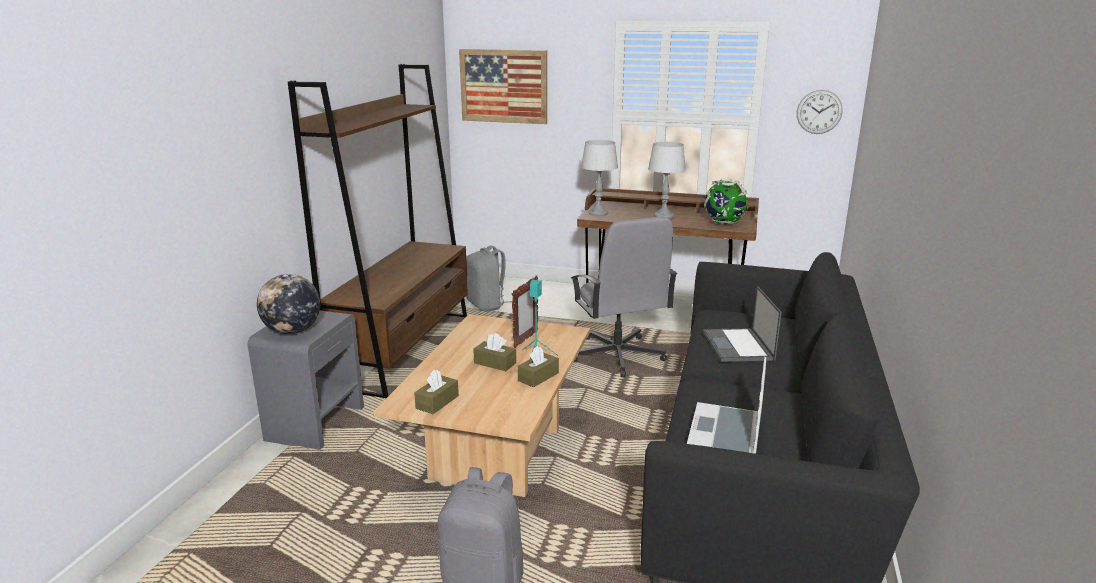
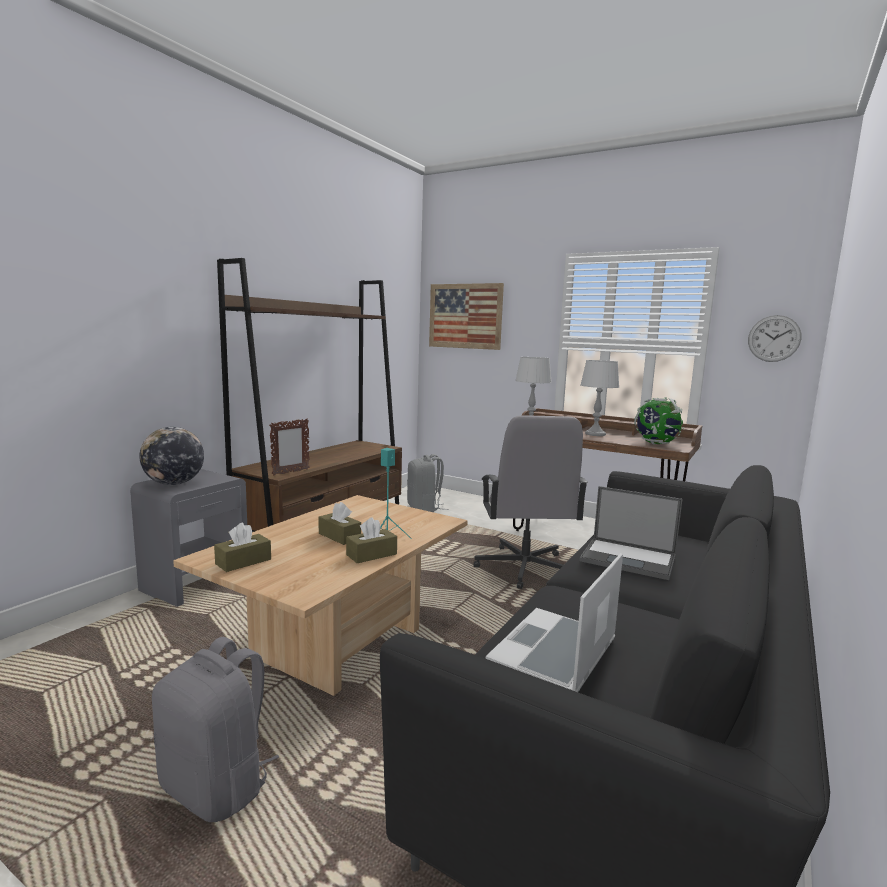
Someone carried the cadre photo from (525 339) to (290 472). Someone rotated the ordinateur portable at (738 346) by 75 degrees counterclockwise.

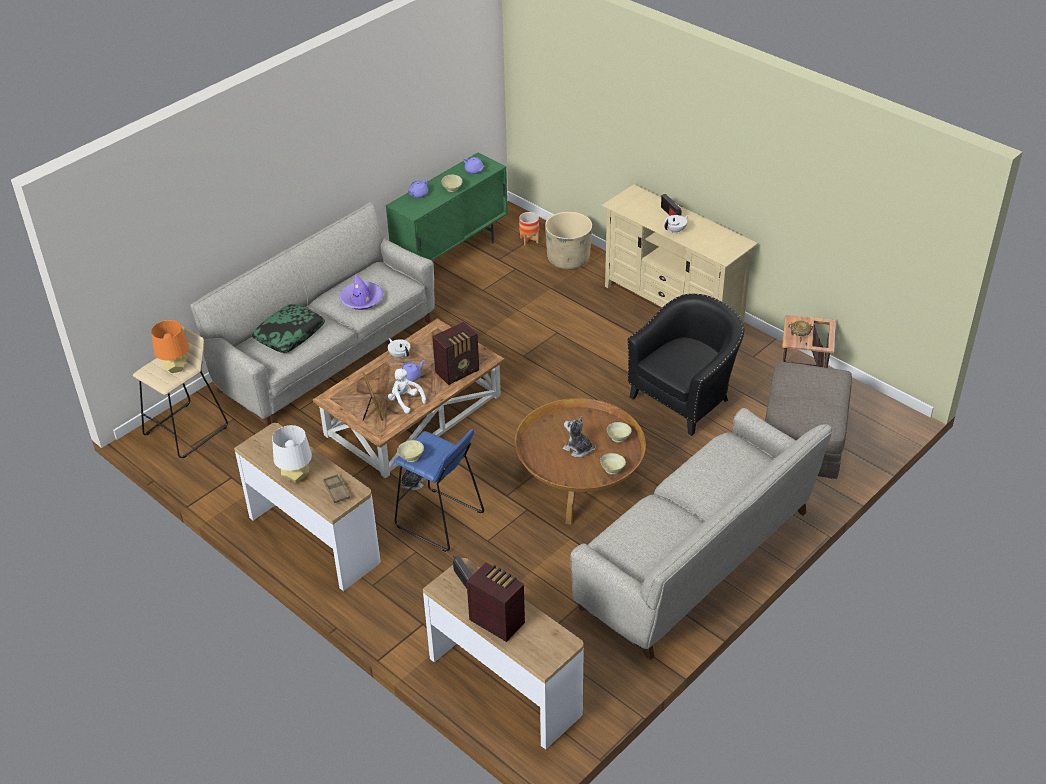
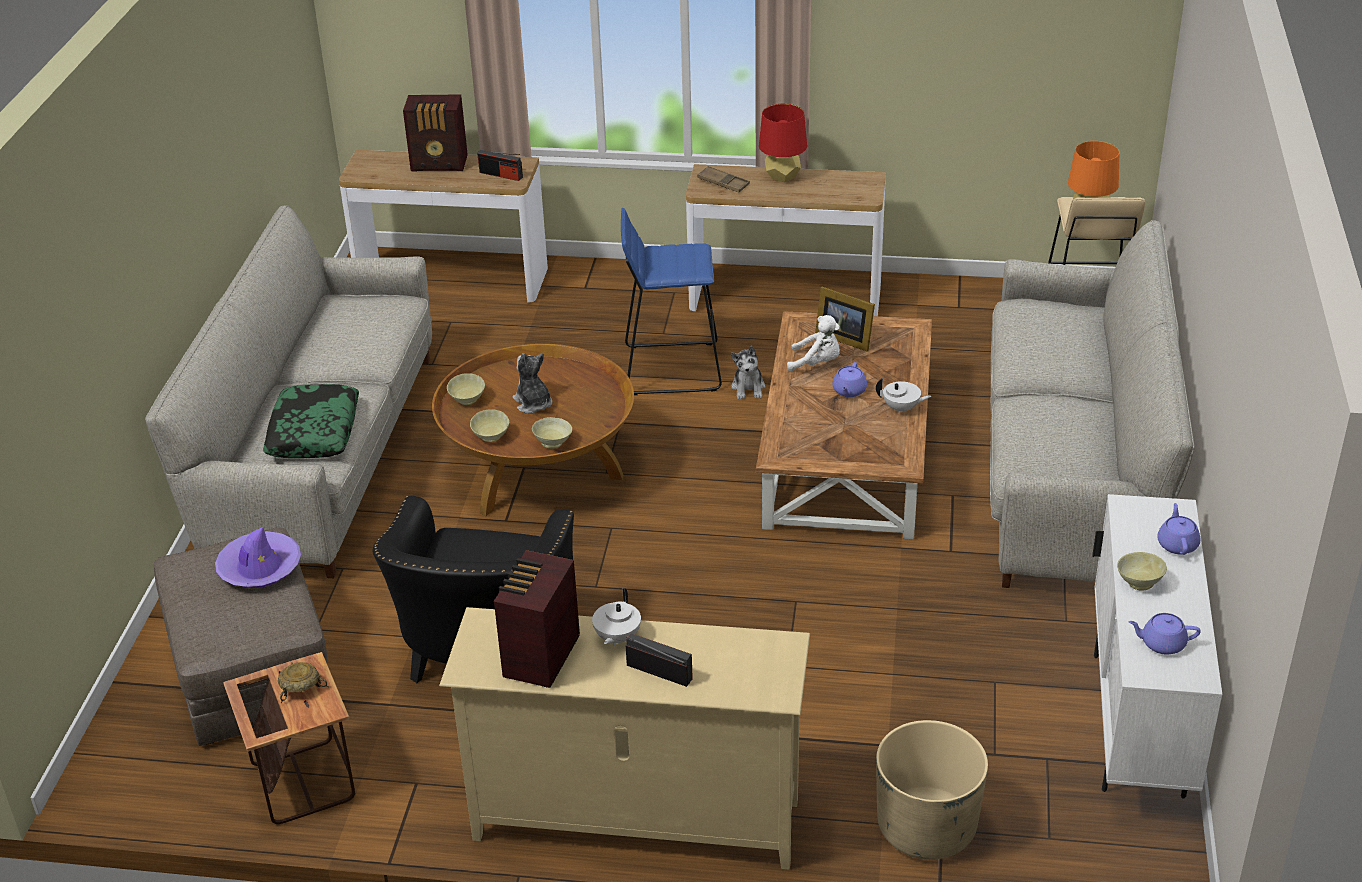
Someone carried the coussin from (289 334) to (313 432). Someone repainted the lampe de table [blanc] at (296 476), which became the lampe de table [rouge] at (782 177). Someone carried the chapeau [violet] from (362 300) to (259 568). Someone repainted the meuble de rangement [vert] at (451 254), which became the meuble de rangement [blanc] at (1137 724). Someone carried the bol [beige] from (411 457) to (553 443). Someone carried the radio from (458 371) to (539 657). Someone took away the cache-pot at (529 240). Someone rotated the peluche at (578 449) by 120 degrees counterclockwise.

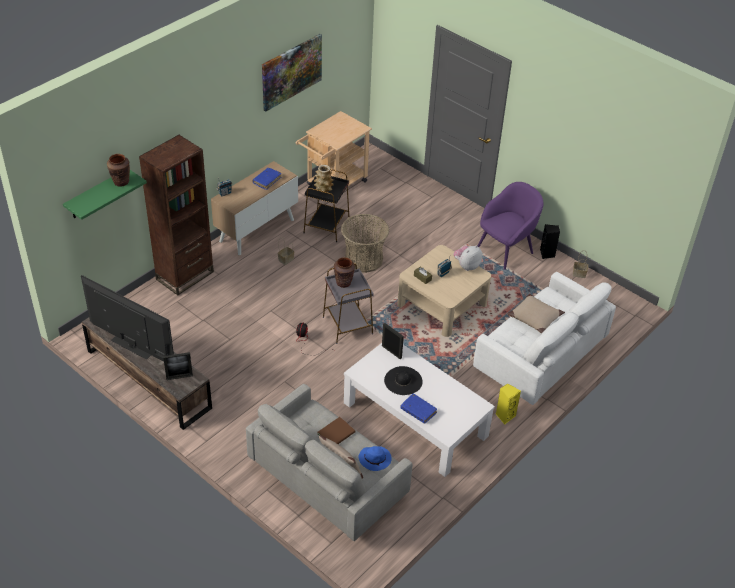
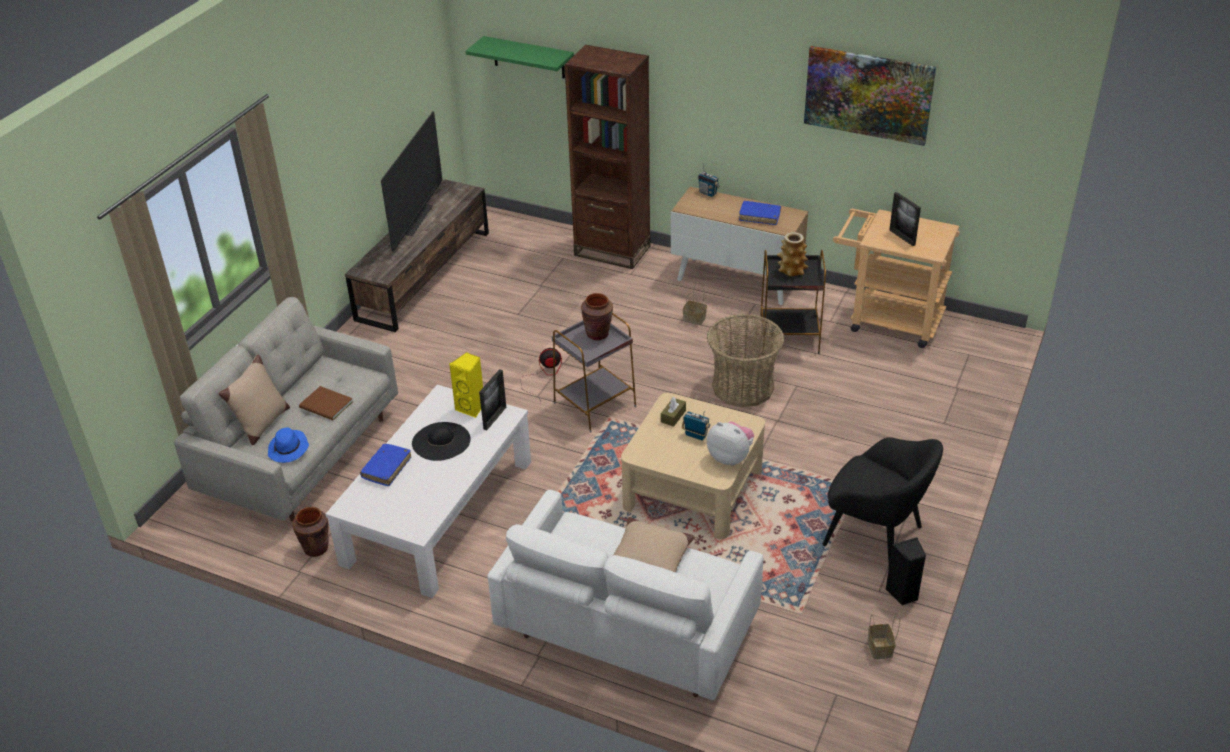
Someone carried the vase [marron] from (121 182) to (316 548). Someone carried the cadre photo from (179 377) to (902 237). Someone repainted the fauteuil [violet] at (505 250), which became the fauteuil [noir] at (875 537). Someone carried the enceinte [jaune] from (505 416) to (472 408).

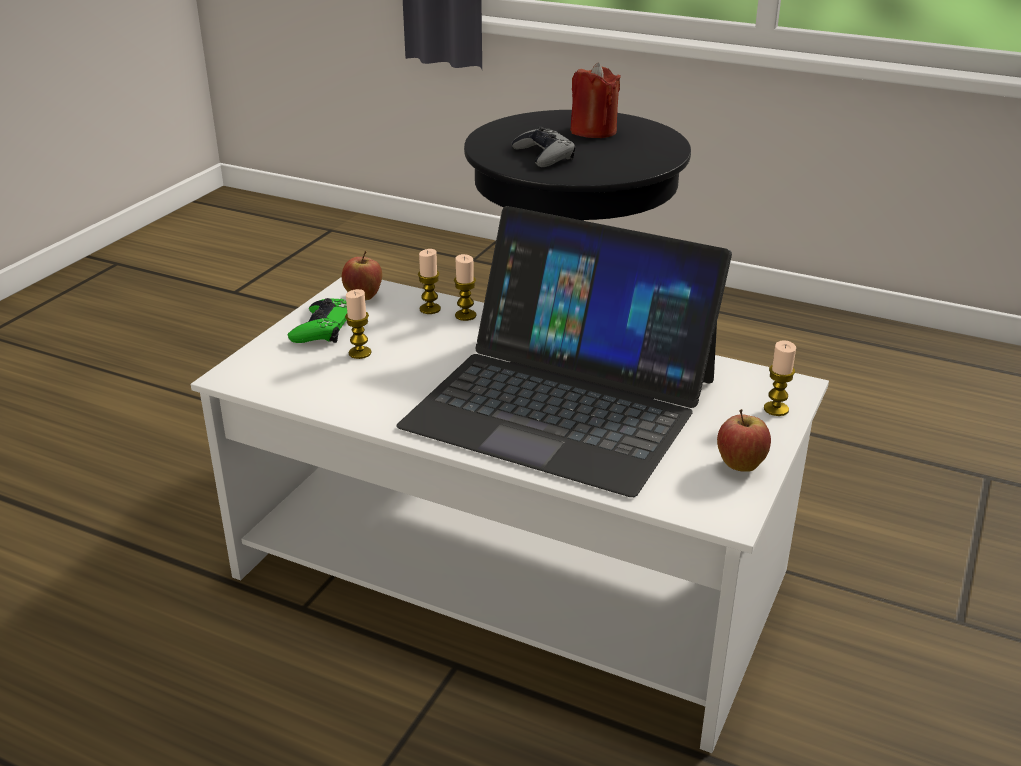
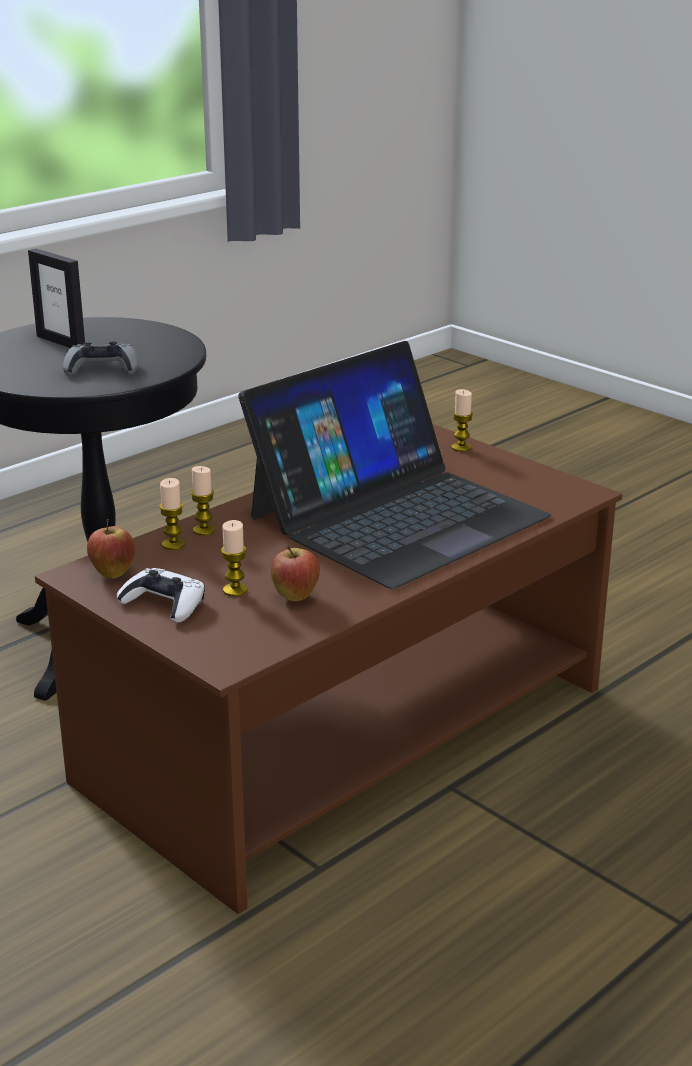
Someone repainted the table basse [blanc] at (513 575), which became the table basse [marron] at (348 732). Someone repainted the manette [vert] at (323 329), which became the manette [blanc] at (164 603). Someone swapped the bougie [rouge] at (593 131) for the cadre photo at (61 342). Someone carried the pomme from (740 466) to (295 597).

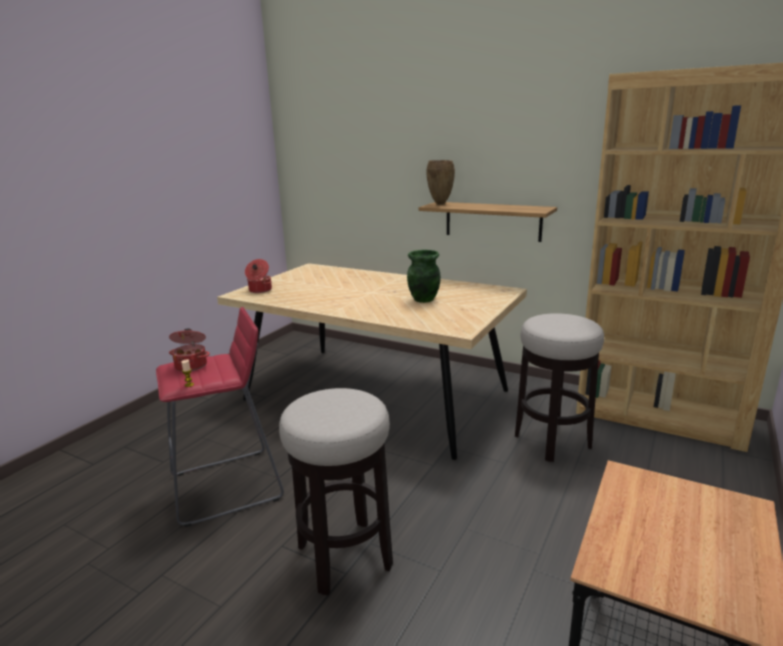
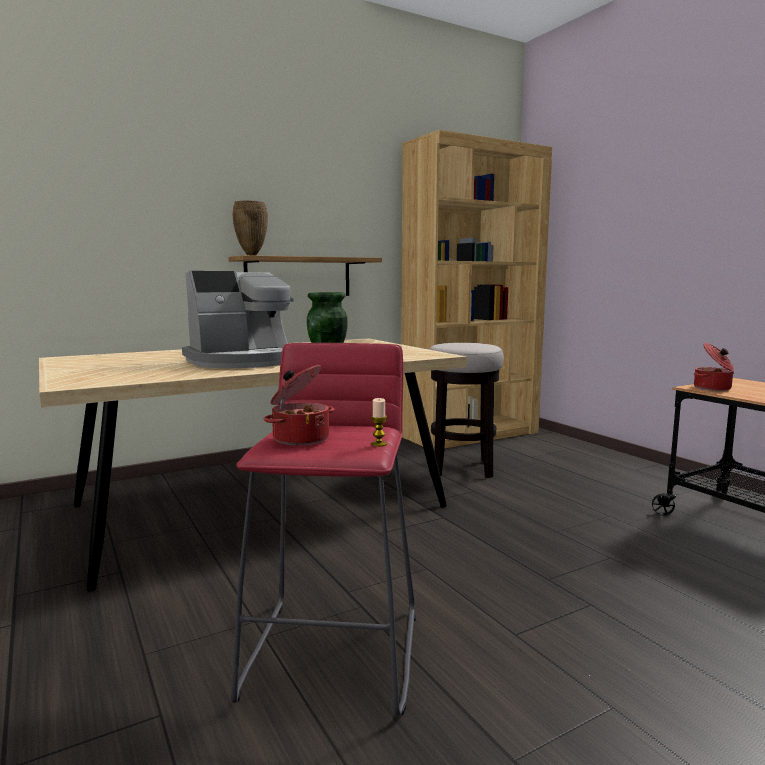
Someone carried the marmite from (259 290) to (713 388). Someone took away the tabouret at (345 556). Someone put down the machine à café at (243 361).

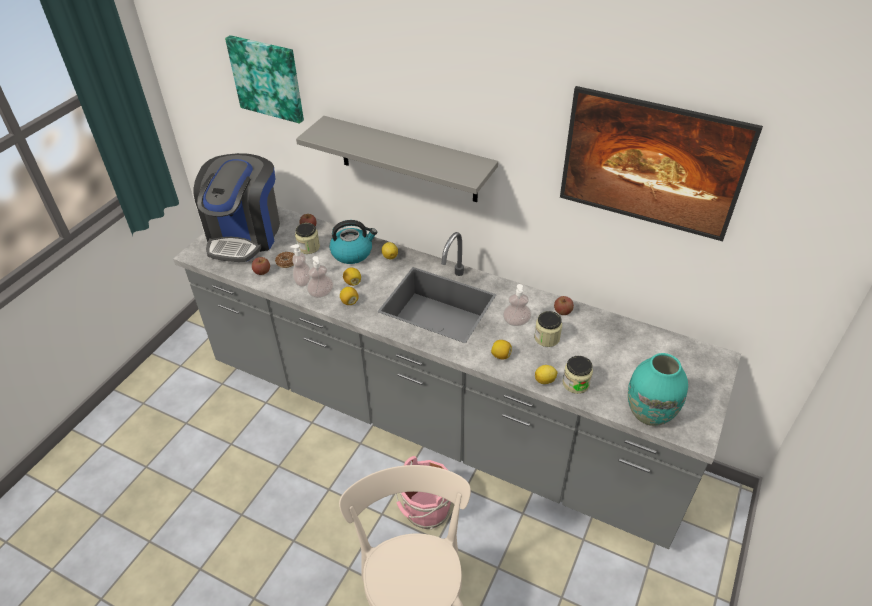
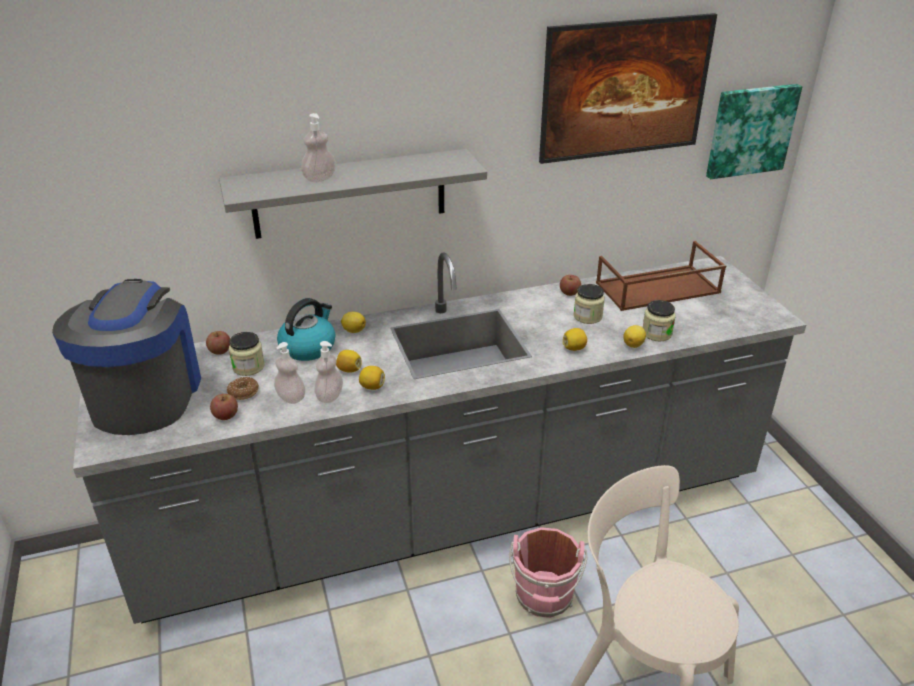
Someone rotated the machine à café at (245 235) by 150 degrees counterclockwise. Someone carried the tableau from (267 78) to (750 130). Someone carried the distributeur de savon from (516 321) to (319 179). Someone took away the vase [turquoise] at (648 413). Someone put down the plateau [marron] at (657 289).

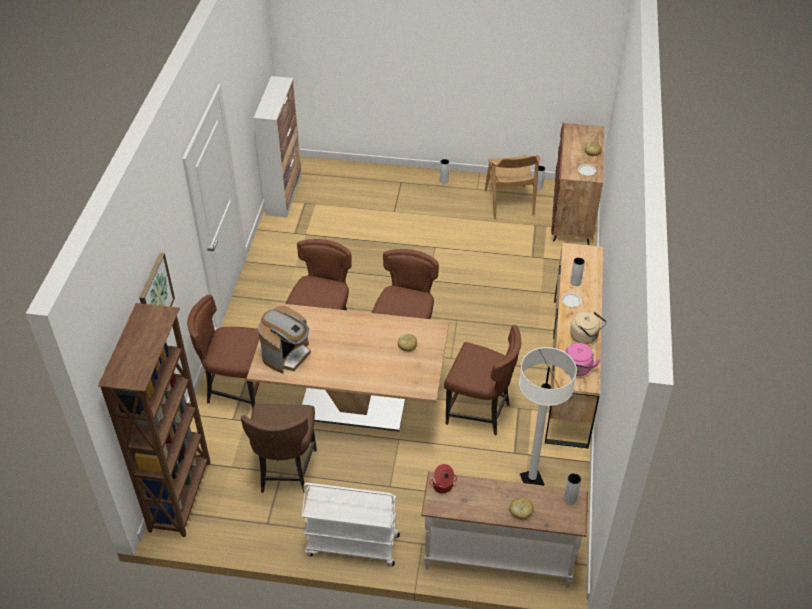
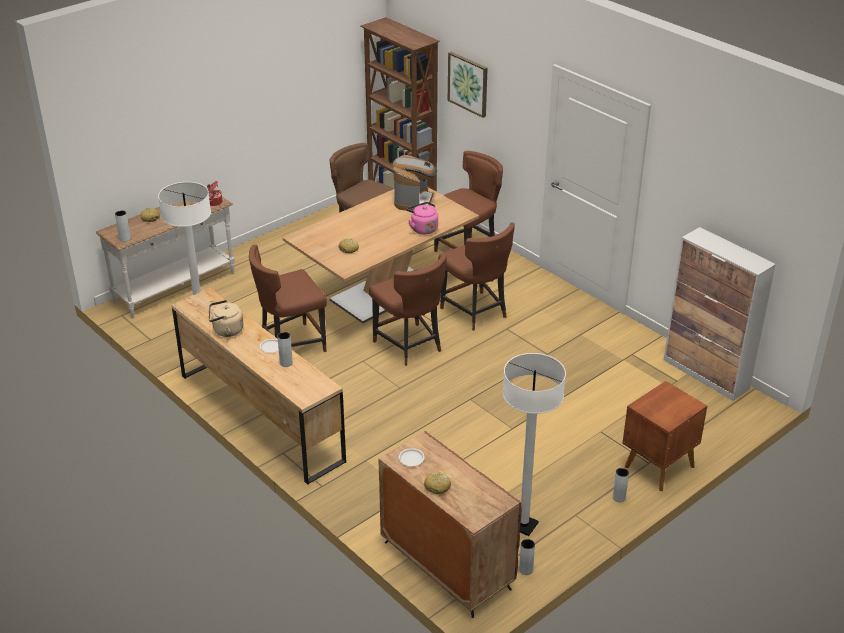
Someone rotated the machine à café at (287 354) by 150 degrees counterclockwise. Someone took away the chariot [blanc] at (351 545). Someone swapped the chaise [marron] at (509 202) for the lampadaire [blanc] at (524 525). Someone carried the bouilloire [rose] from (577 369) to (423 228). Someone put down the table de chevet [marron] at (658 466).

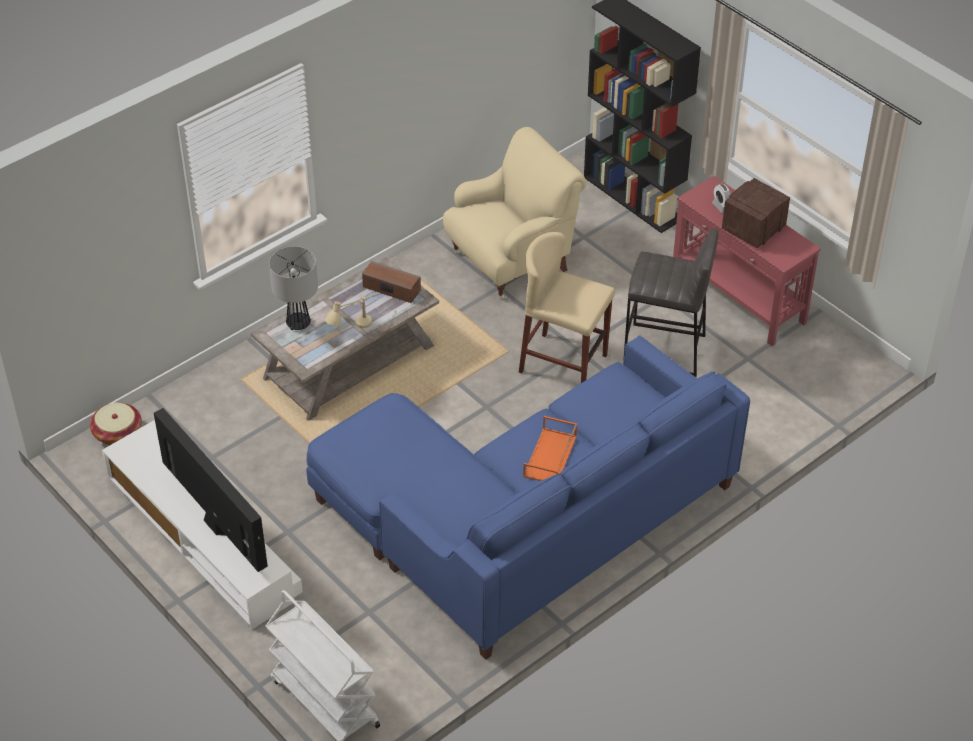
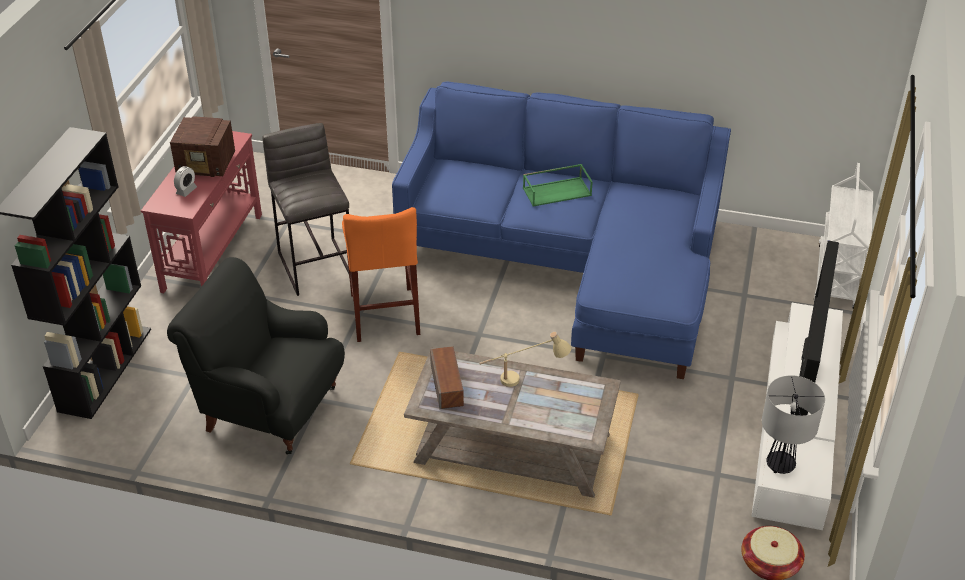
Someone carried the lampe de table from (299 323) to (779 465). Someone repainted the fauteuil [beige] at (512 260), which became the fauteuil [noir] at (269 408). Someone repainted the tabouret [beige] at (563 363), which became the tabouret [orange] at (384 314). Someone repainted the plateau [orange] at (550 457), which became the plateau [vert] at (557 191).

